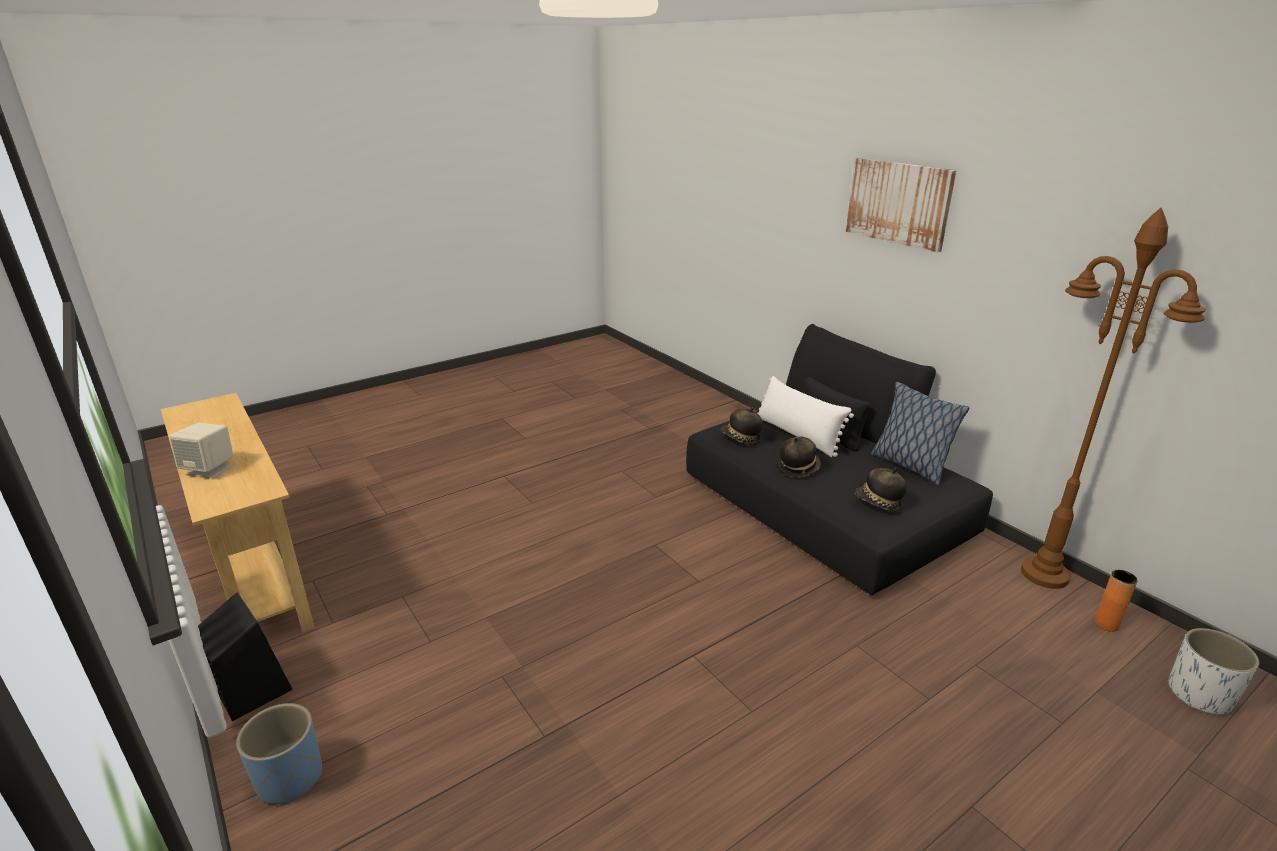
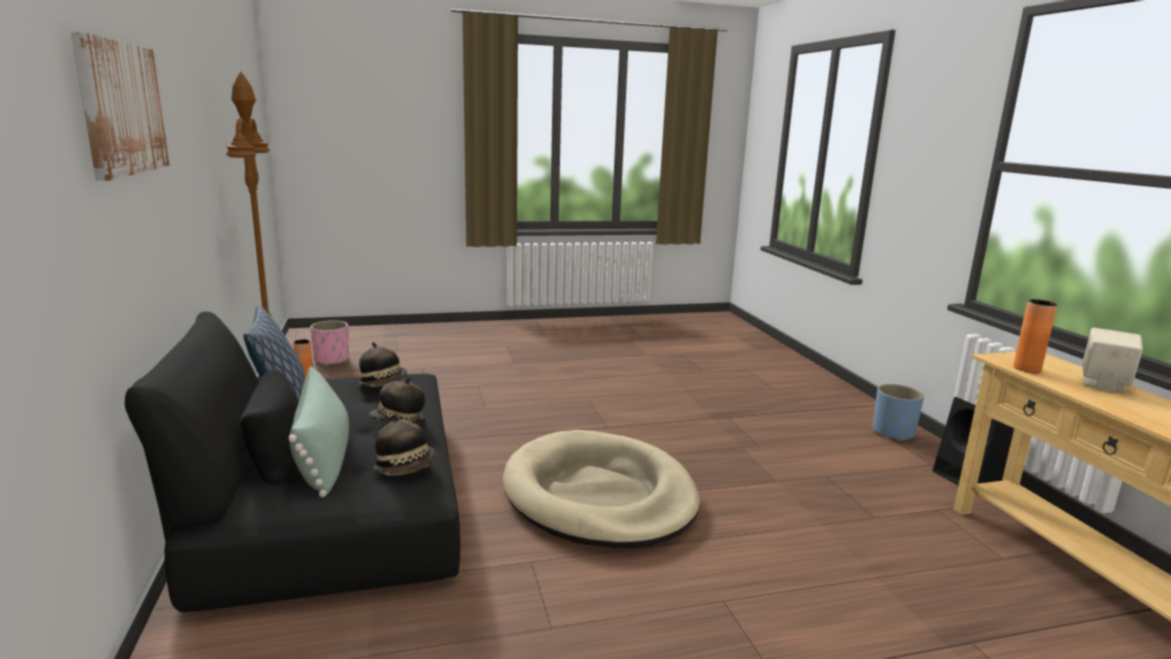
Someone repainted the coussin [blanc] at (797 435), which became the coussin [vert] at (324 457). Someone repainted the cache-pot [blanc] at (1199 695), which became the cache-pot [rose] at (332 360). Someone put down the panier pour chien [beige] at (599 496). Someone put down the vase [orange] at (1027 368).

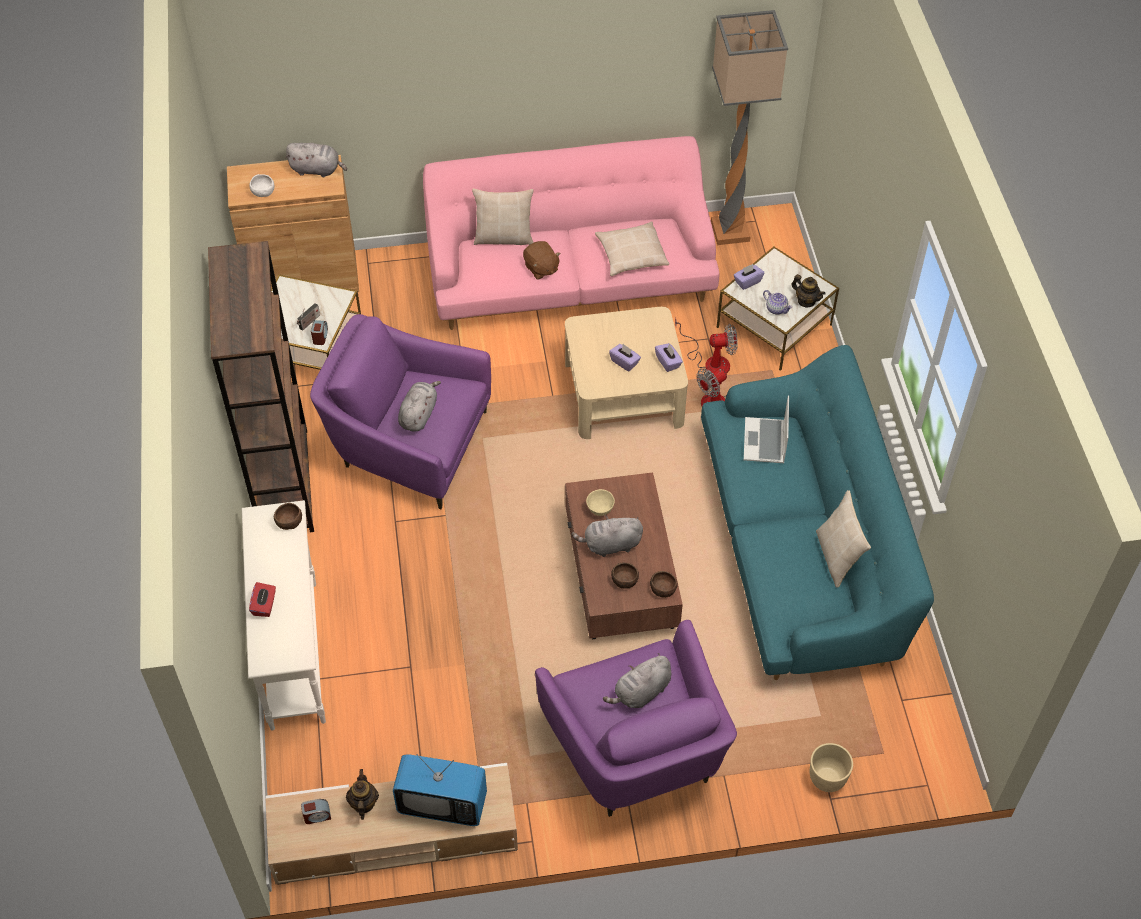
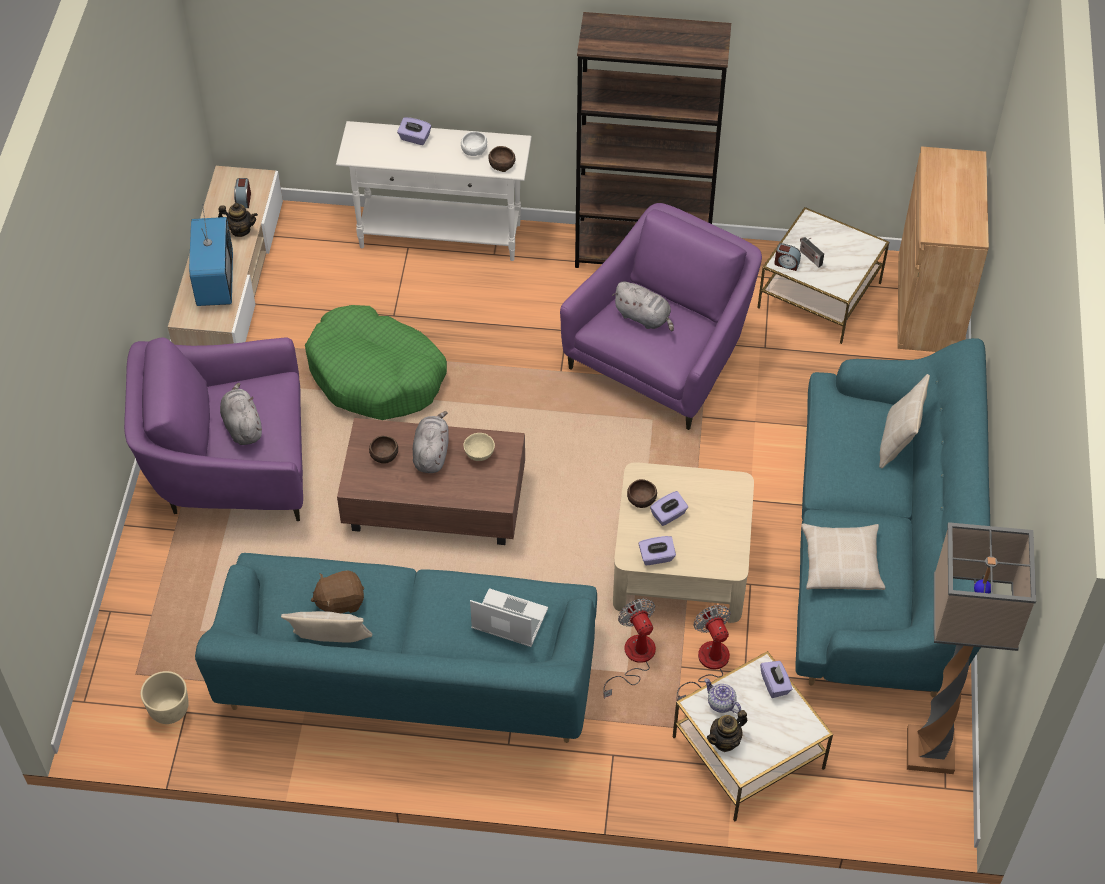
Someone carried the bol [blanc] from (263 192) to (473 150). Someone repainted the boîte à mouchoirs [rouge] at (264 605), which became the boîte à mouchoirs [violet] at (414 138). Someone took away the peluche [gris] at (317 170). Someone rotated the téléviseur at (442 804) by 150 degrees clockwise. Someone repainted the canapé [rose] at (570 277), which became the canapé [turquoise] at (880 552). Someone carried the peluche [marron] from (541 268) to (340 601). Someone carried the bol [marron] from (663 588) to (642 499). Someone rotated the ventilateur at (710 361) by 150 degrees clockwise. Someone rotated the théière at (776 309) by 75 degrees clockwise. Someone carried the cache-pot [beige] from (827 779) to (169 711). Someone put down the panier pour chien [vert] at (376 375).

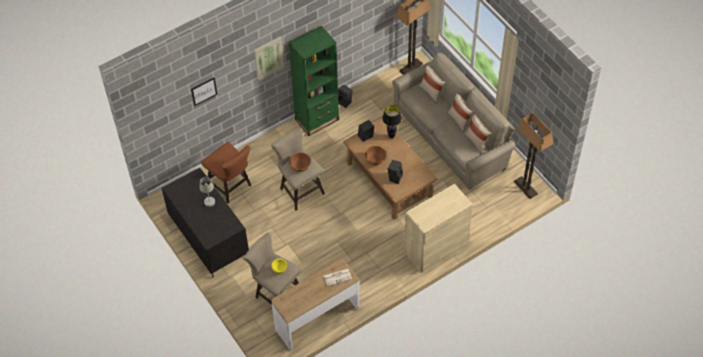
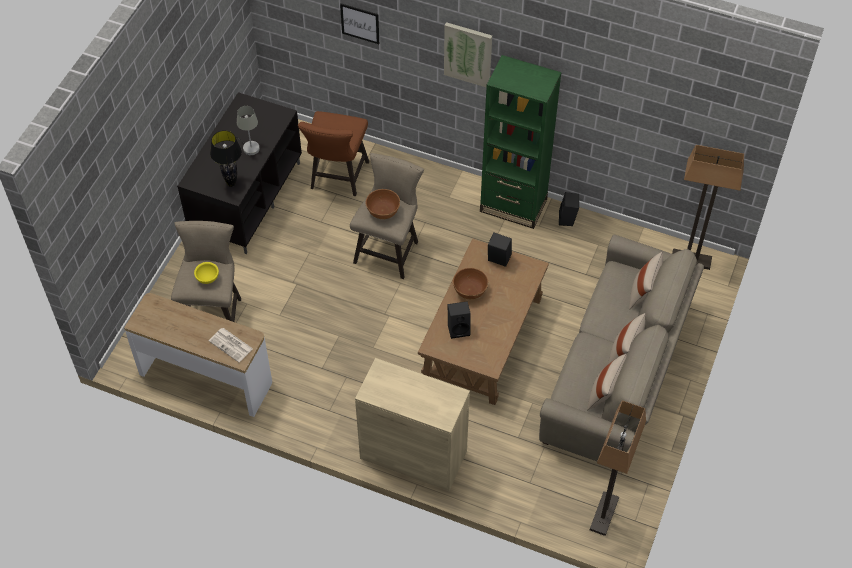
Someone carried the lampe de table [noir] from (391 136) to (231 183).

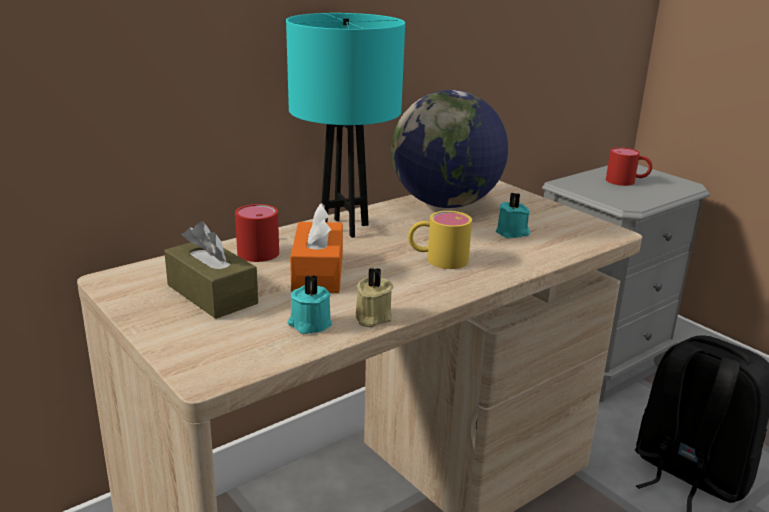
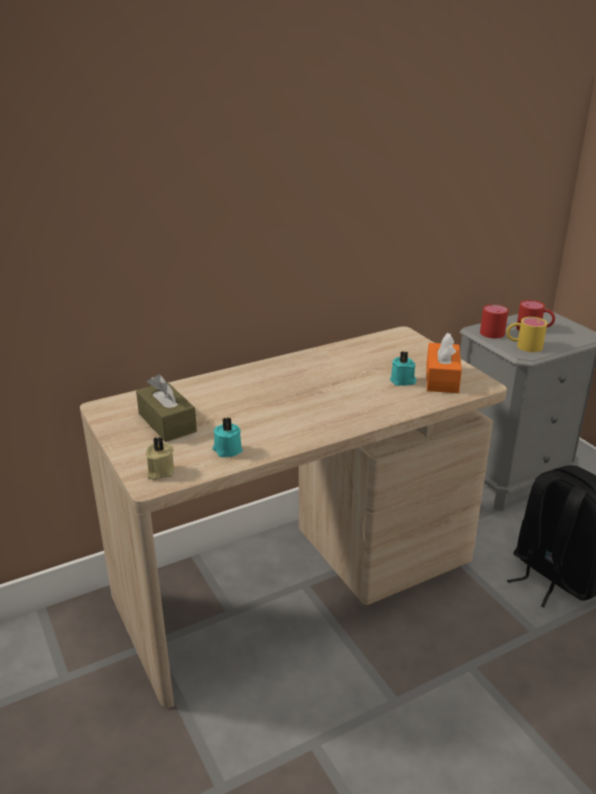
Someone carried the mug [rouge] from (259 249) to (492 330). Someone took away the lampe de table [turquoise] at (343 227). Someone carried the boîte à mouchoirs [orange] from (318 273) to (442 378). Someone carried the bougie [beige] from (371 317) to (159 472). Someone took away the globe at (446 204). Someone carried the mug [jaune] from (437 259) to (523 346).

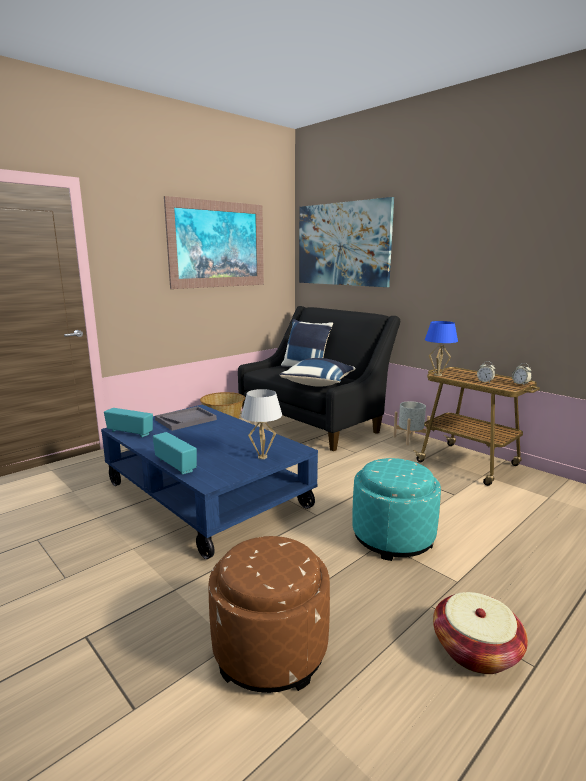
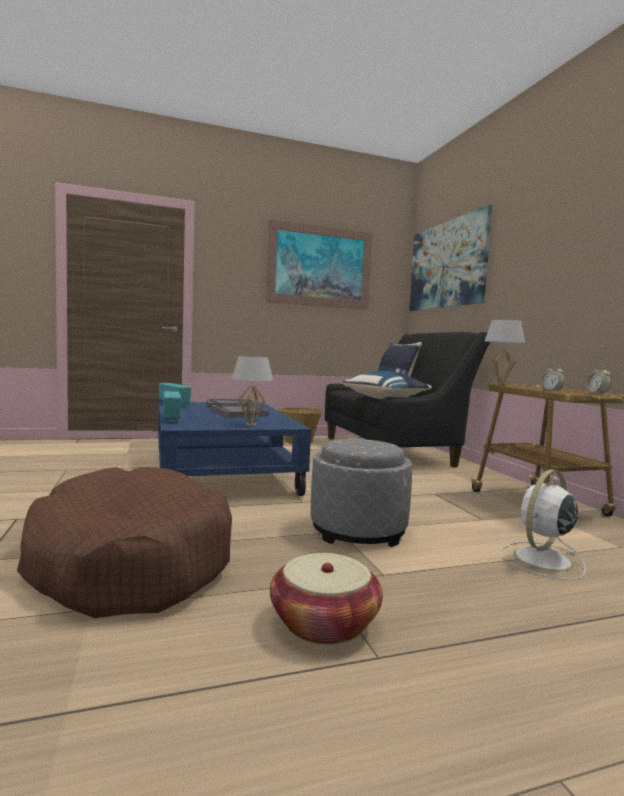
Someone swapped the pouf [marron] at (270 649) for the panier pour chien [marron] at (128 562). Someone repainted the pouf [turquoise] at (392 537), which became the pouf [gris] at (358 530). Someone took away the cache-pot [gris] at (410 439). Someone repainted the lampe de table [bleu] at (438 375), which became the lampe de table [blanc] at (500 384). Someone put down the plateau [gris] at (238 413). Someone put down the ventilateur [blanc] at (541 560).

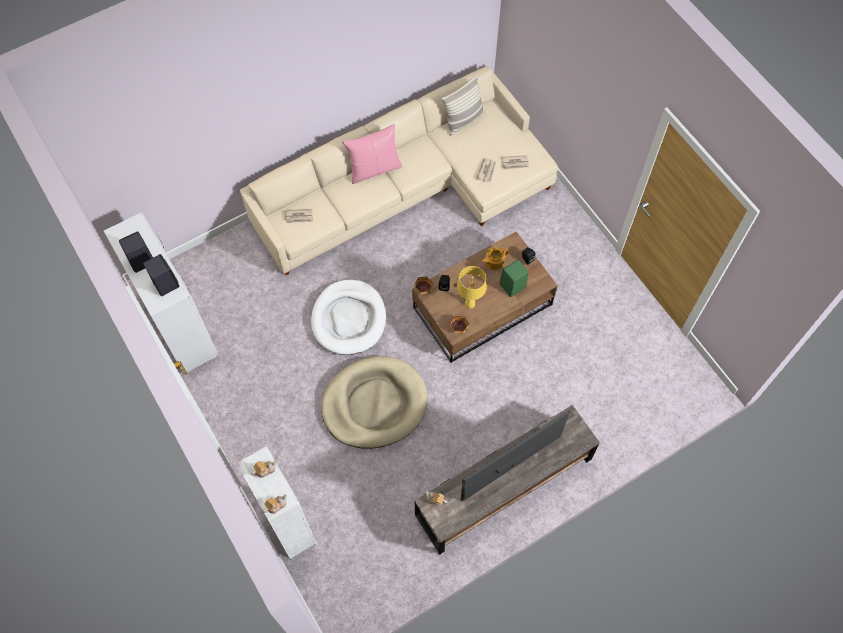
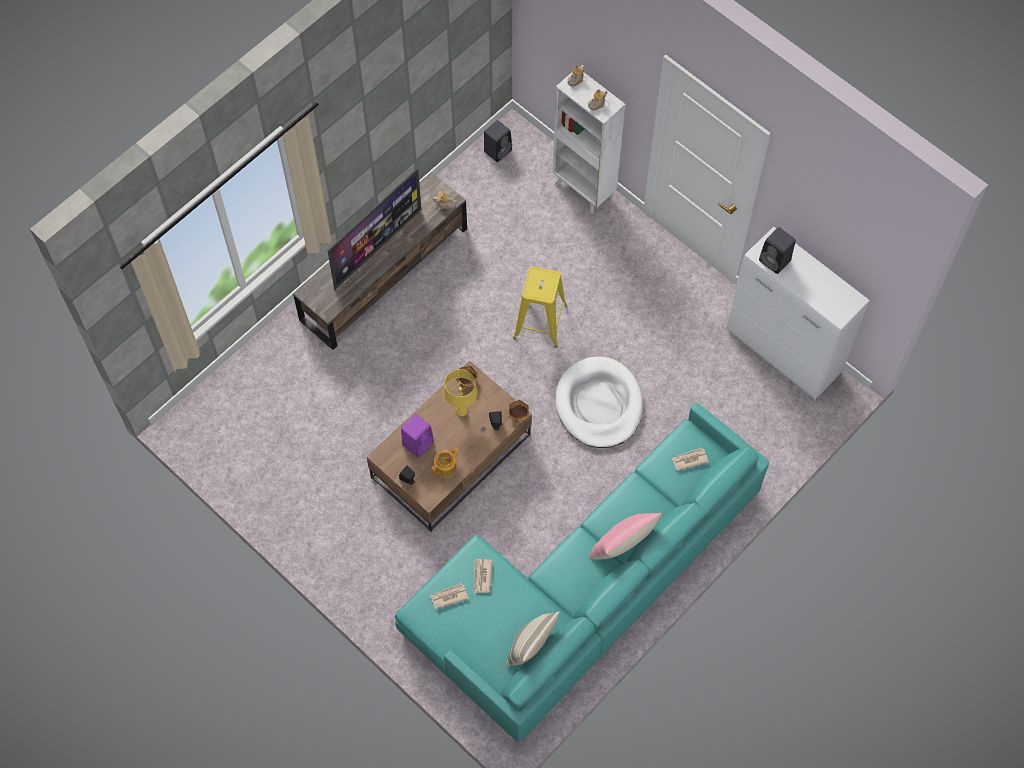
Someone carried the enceinte [noir] from (140 261) to (498 150). Someone repainted the canapé [beige] at (409 187), which became the canapé [turquoise] at (582 589). Someone swapped the panier pour chien [beige] at (374 404) for the tabouret [jaune] at (540 321). Someone repainted the enceinte [vert] at (512 286), which became the enceinte [violet] at (418 442).

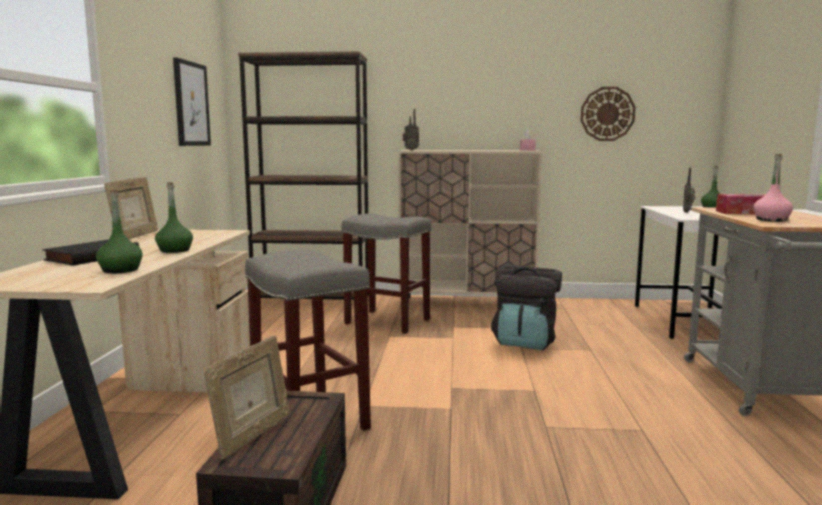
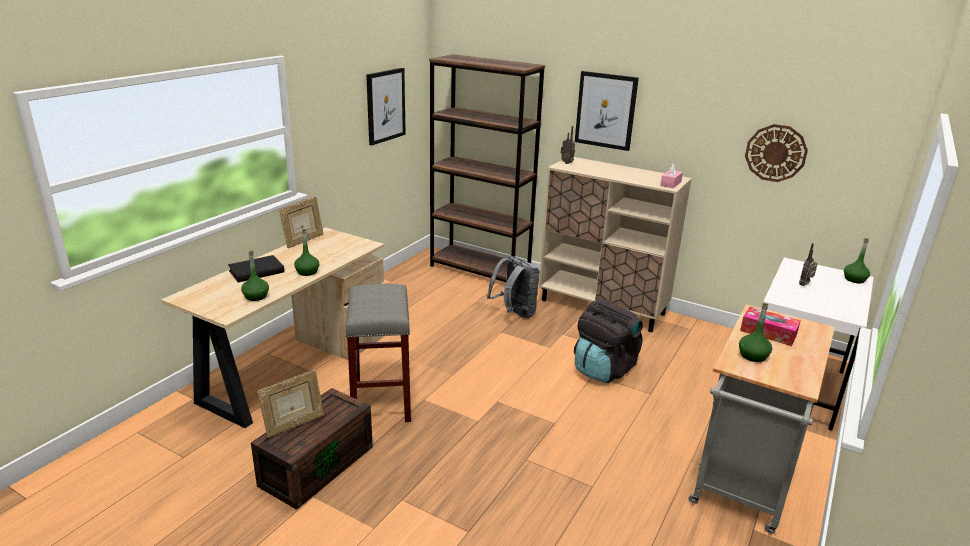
Someone swapped the tabouret [gris] at (386 321) for the sac à dos [gris] at (514 313). Someone repainted the bouteille [rose] at (771 220), which became the bouteille [vert] at (753 355). Someone put up the tableau at (606 110).

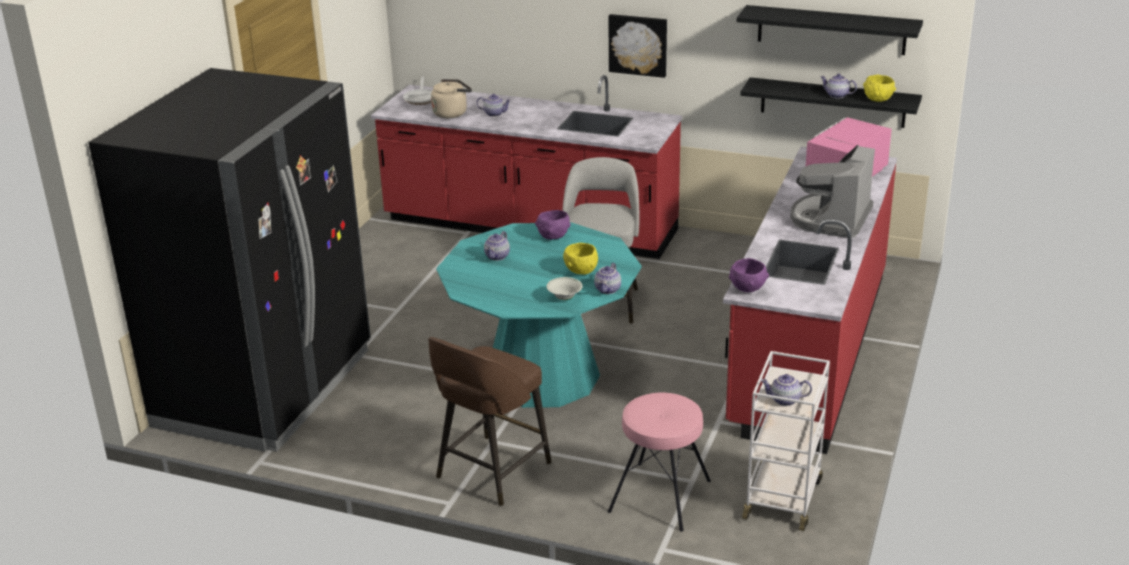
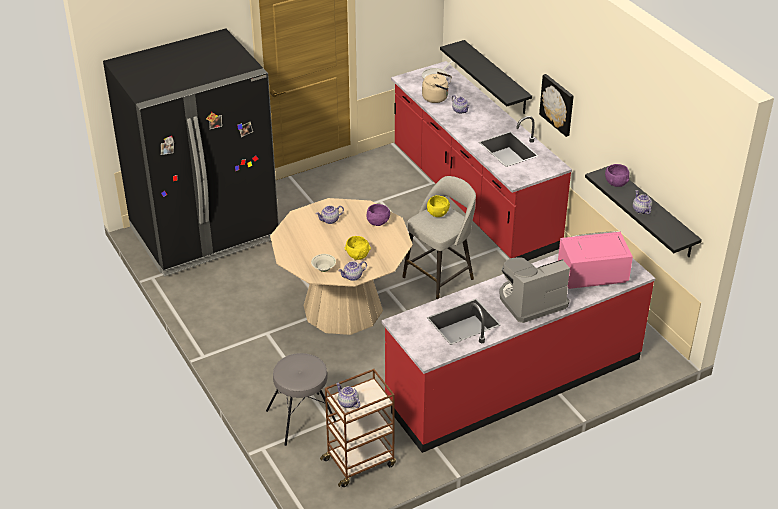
Someone took away the tabouret [marron] at (491 472). Someone repainted the table à manger [turquoise] at (543 376), which became the table à manger [beige] at (343 308). Someone repainted the tabouret [rose] at (661 496), which became the tabouret [gris] at (302 419). Someone carried the bol [violet] from (747 289) to (616 184). Someone carried the étagère [noir] from (831 30) to (496 78). Someone repainted the chariot [blanc] at (782 498), which became the chariot [marron] at (360 462). Someone carried the bol [jaune] from (878 100) to (437 214).

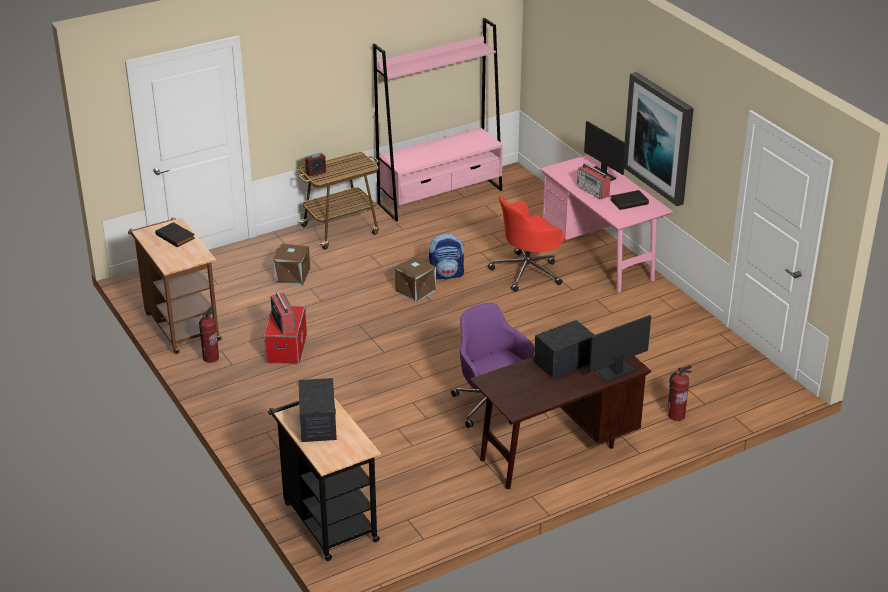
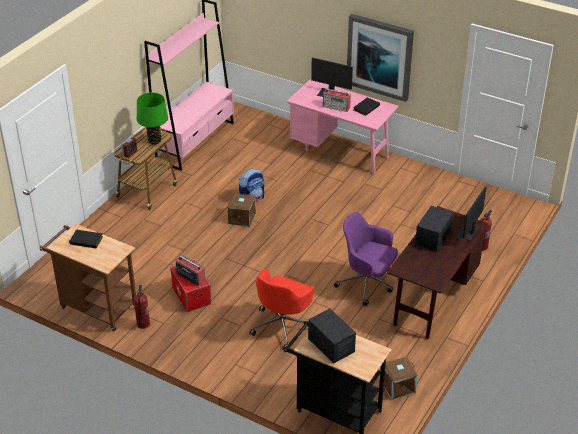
Someone carried the boîte de rangement [marron] from (292 276) to (398 387). Someone carried the chaise de bureau [rouge] from (528 272) to (283 325). Someone put down the lampe de table [vert] at (154 141).

